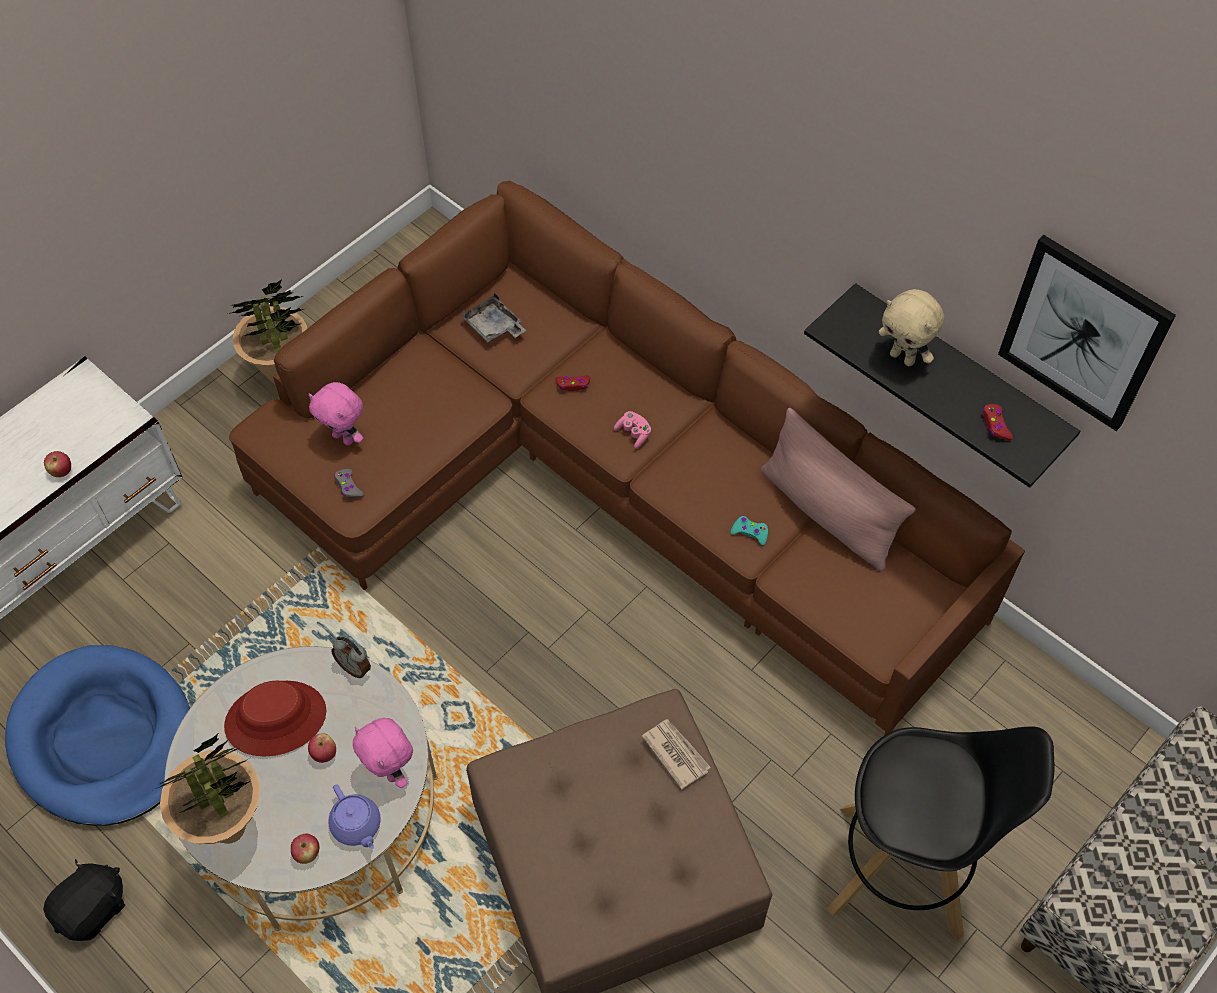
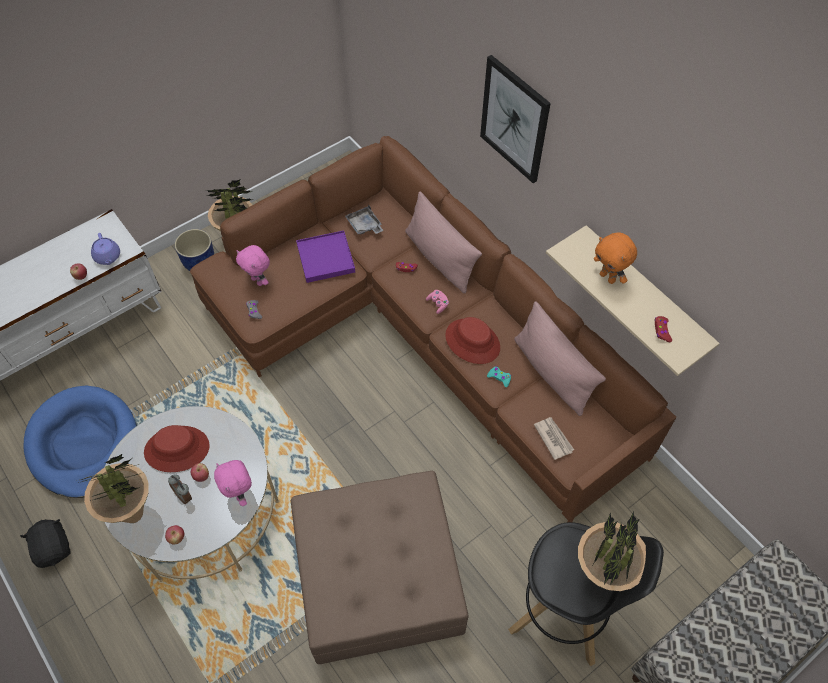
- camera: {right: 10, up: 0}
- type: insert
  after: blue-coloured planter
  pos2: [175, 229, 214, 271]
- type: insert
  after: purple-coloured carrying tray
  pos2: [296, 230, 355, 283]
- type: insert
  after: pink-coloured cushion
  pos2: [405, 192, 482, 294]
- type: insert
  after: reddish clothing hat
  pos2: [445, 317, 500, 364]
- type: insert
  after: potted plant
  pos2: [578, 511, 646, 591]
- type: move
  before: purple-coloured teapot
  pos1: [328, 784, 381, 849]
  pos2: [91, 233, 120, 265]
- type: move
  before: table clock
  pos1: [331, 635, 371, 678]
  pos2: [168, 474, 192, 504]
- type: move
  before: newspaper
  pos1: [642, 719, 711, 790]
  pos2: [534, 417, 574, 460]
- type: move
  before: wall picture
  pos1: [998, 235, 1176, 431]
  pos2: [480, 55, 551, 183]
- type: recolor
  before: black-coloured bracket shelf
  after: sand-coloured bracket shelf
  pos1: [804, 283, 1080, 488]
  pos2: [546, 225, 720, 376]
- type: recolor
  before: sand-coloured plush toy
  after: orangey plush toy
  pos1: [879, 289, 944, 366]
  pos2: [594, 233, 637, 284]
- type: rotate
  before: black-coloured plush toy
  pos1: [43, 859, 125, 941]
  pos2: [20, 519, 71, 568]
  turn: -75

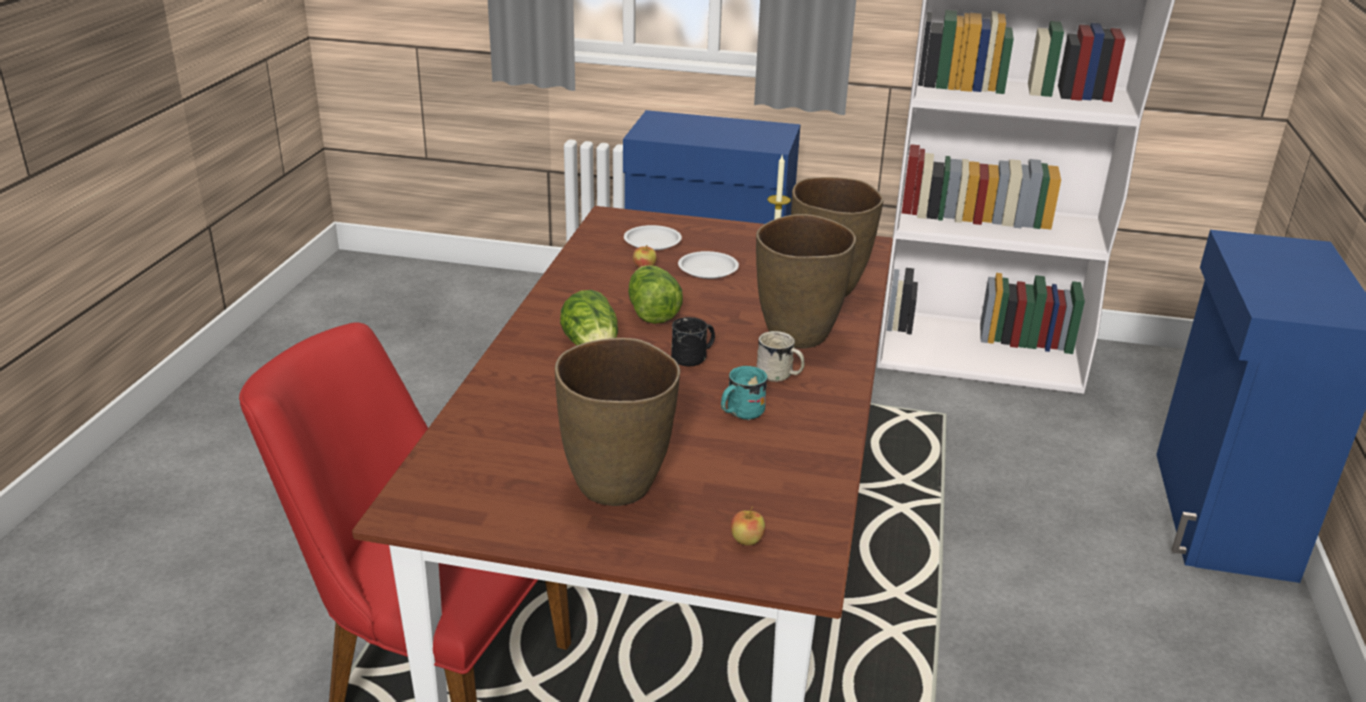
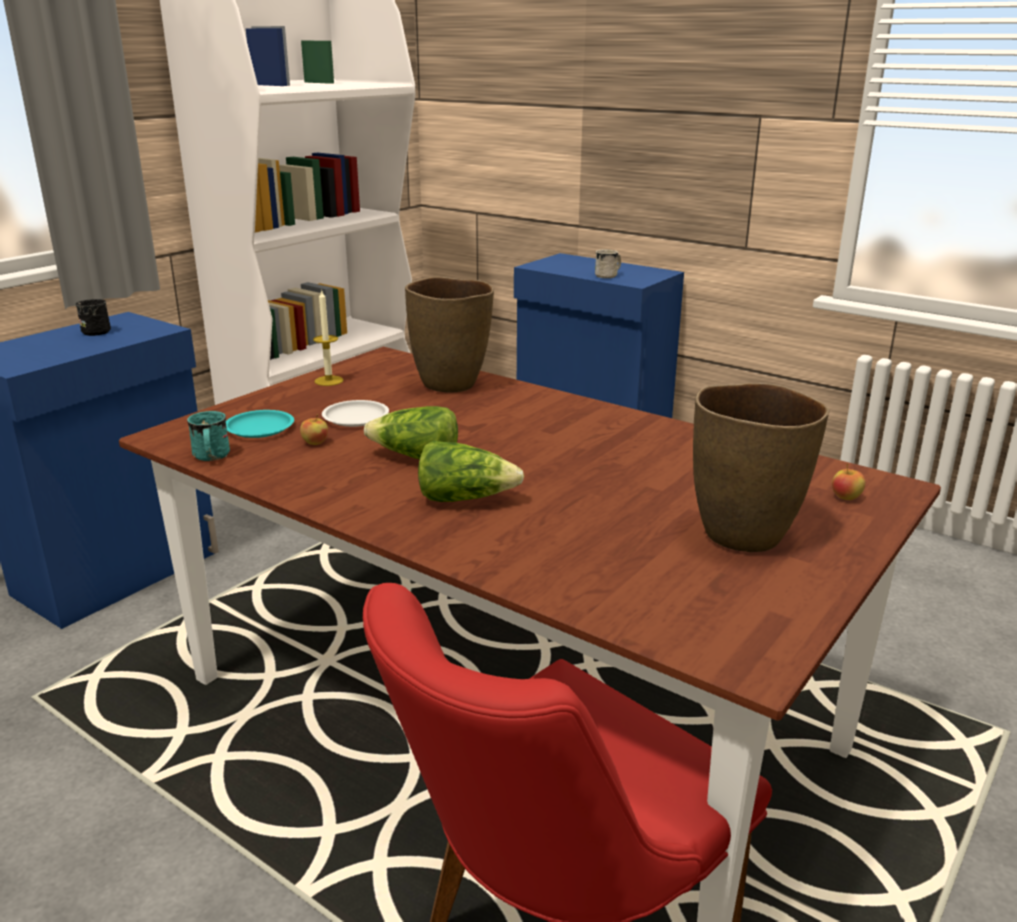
- camera: {right: -65, up: -5}
- type: delete
  before: brown-coloured flower vase
  pos1: [756, 214, 856, 349]
- type: move
  before: black-coloured tea mug
  pos1: [671, 317, 715, 366]
  pos2: [76, 299, 111, 336]
- type: move
  before: turquoise-coloured tea mug
  pos1: [721, 366, 768, 421]
  pos2: [187, 411, 230, 461]
- type: move
  before: white-coloured tea mug
  pos1: [757, 331, 805, 382]
  pos2: [595, 249, 621, 278]
- type: recolor
  before: white-coloured plate
  after: turquoise-coloured plate
  pos1: [624, 225, 682, 250]
  pos2: [226, 410, 294, 438]

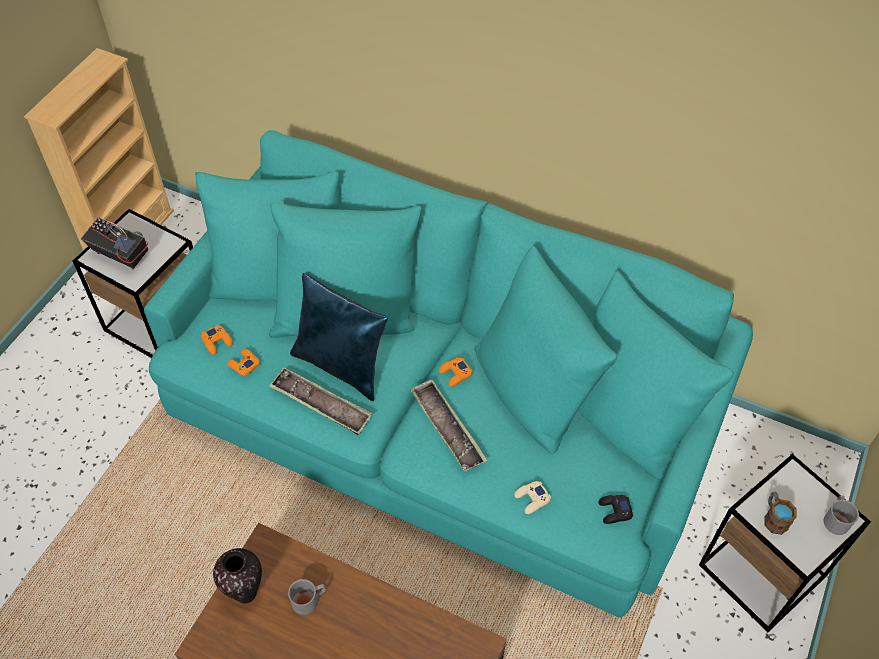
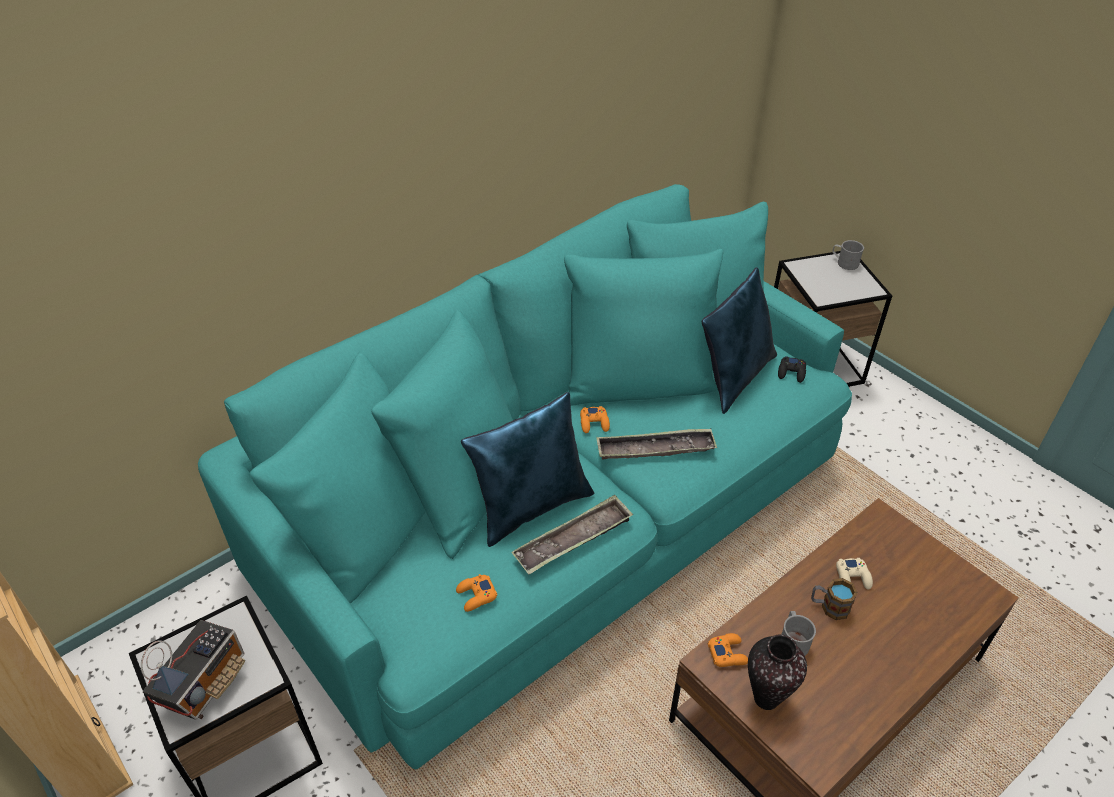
- camera: {right: -65, up: -10}
- type: insert
  after: blue-coloured cushion
  pos2: [702, 267, 777, 414]
- type: move
  before: orangey gamepad
  pos1: [201, 325, 233, 355]
  pos2: [708, 633, 748, 667]
- type: move
  before: sand-coloured gamepad
  pos1: [514, 481, 551, 514]
  pos2: [836, 558, 873, 590]
- type: move
  before: tea mug
  pos1: [764, 491, 797, 535]
  pos2: [811, 578, 858, 620]
- type: rotate
  before: radio set
  pos1: [81, 217, 148, 269]
  pos2: [141, 620, 245, 720]
  turn: 150

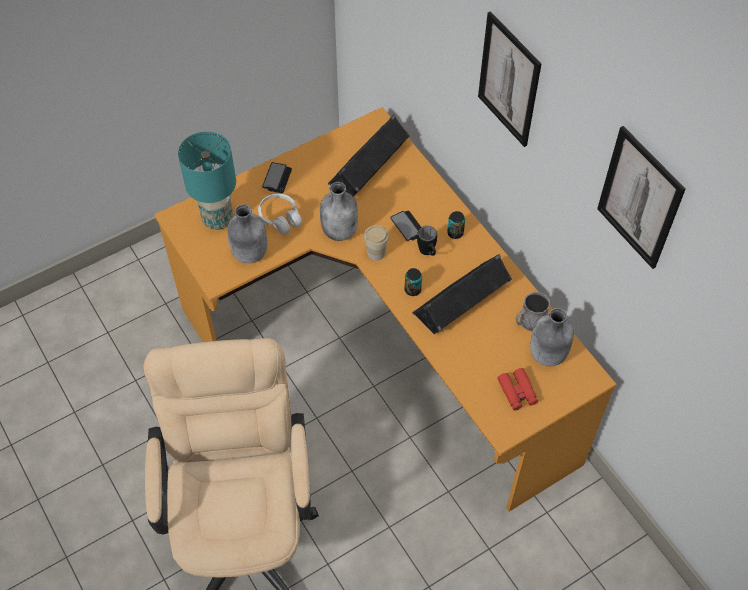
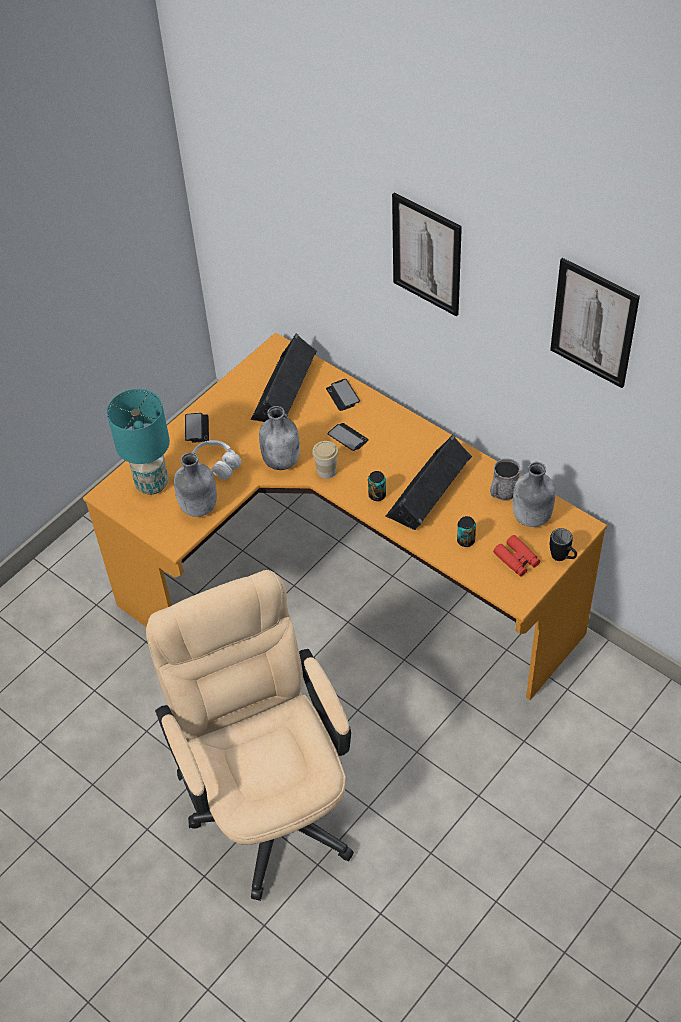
- camera: {right: -15, up: -5}
- type: insert
  after: telephone
  pos2: [326, 379, 360, 411]
- type: move
  before: black-coloured tea mug
  pos1: [417, 226, 437, 256]
  pos2: [550, 528, 577, 561]
- type: move
  before: metal can
  pos1: [447, 211, 465, 239]
  pos2: [457, 516, 476, 547]

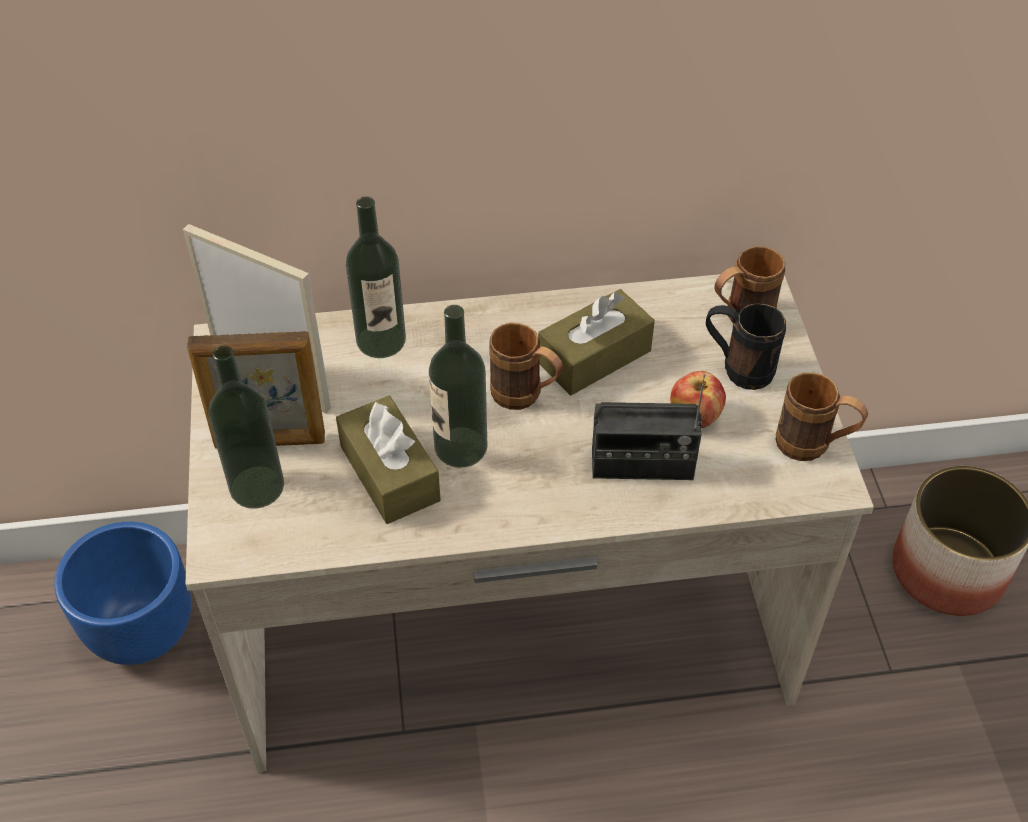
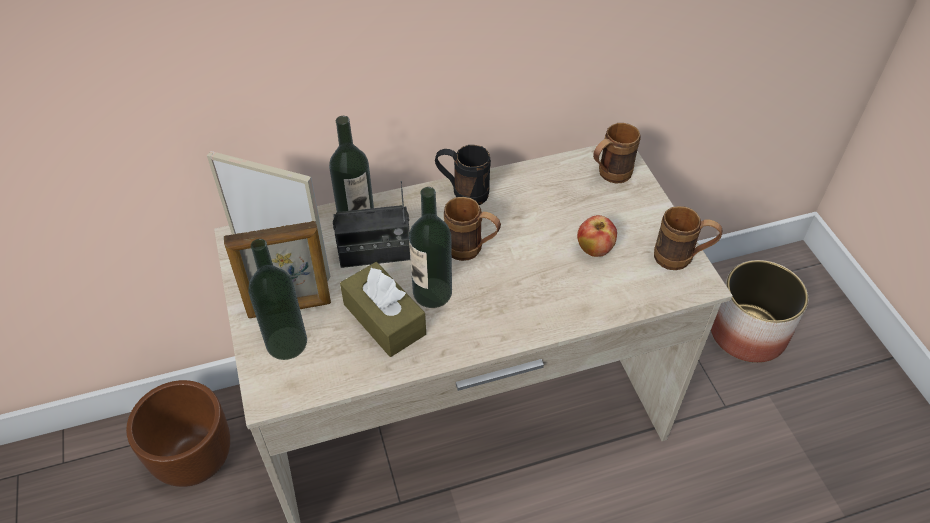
- camera: {right: -10, up: 0}
- type: delete
  before: brown-coloured tissue box
  pos1: [538, 289, 655, 395]
- type: move
  before: radio set
  pos1: [592, 374, 705, 480]
  pos2: [333, 181, 410, 268]
- type: move
  before: black-coloured tea mug
  pos1: [706, 303, 786, 390]
  pos2: [435, 145, 491, 205]
- type: recolor
  before: blue-coloured planter
  after: brown-coloured planter
  pos1: [54, 522, 191, 665]
  pos2: [126, 380, 230, 487]

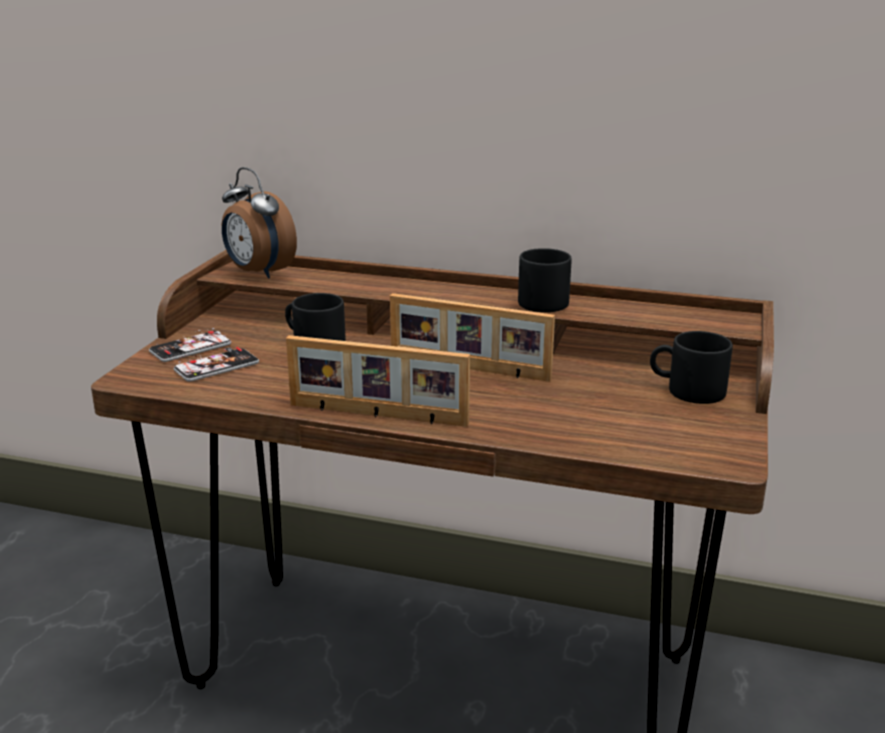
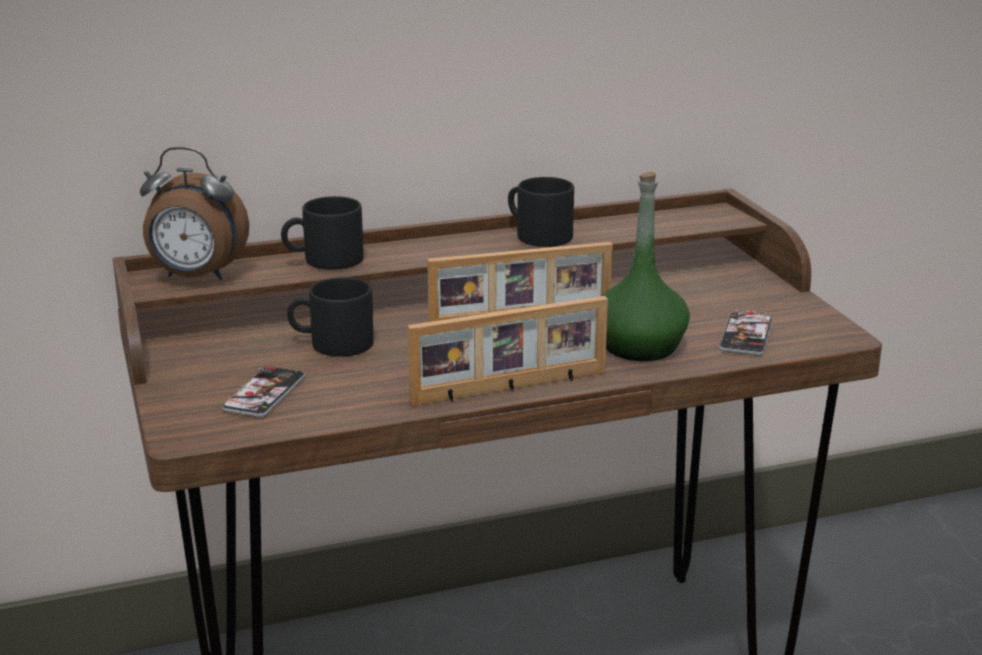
- camera: {right: -35, up: 0}
- type: insert
  after: greenish beverage bottle
  pos2: [602, 172, 690, 361]
- type: move
  before: telephone
  pos1: [149, 328, 231, 362]
  pos2: [719, 309, 773, 356]
- type: move
  before: black-coloured tea mug
  pos1: [650, 331, 733, 404]
  pos2: [281, 196, 364, 270]

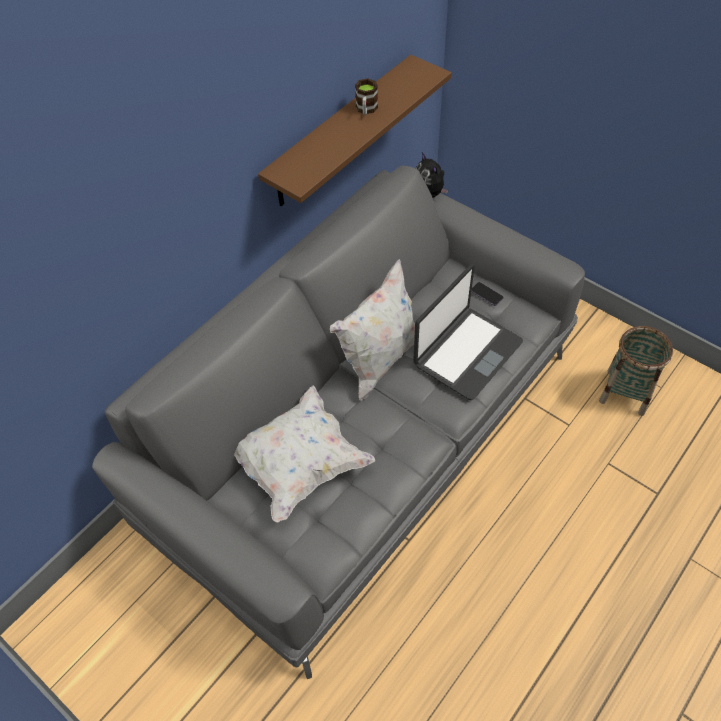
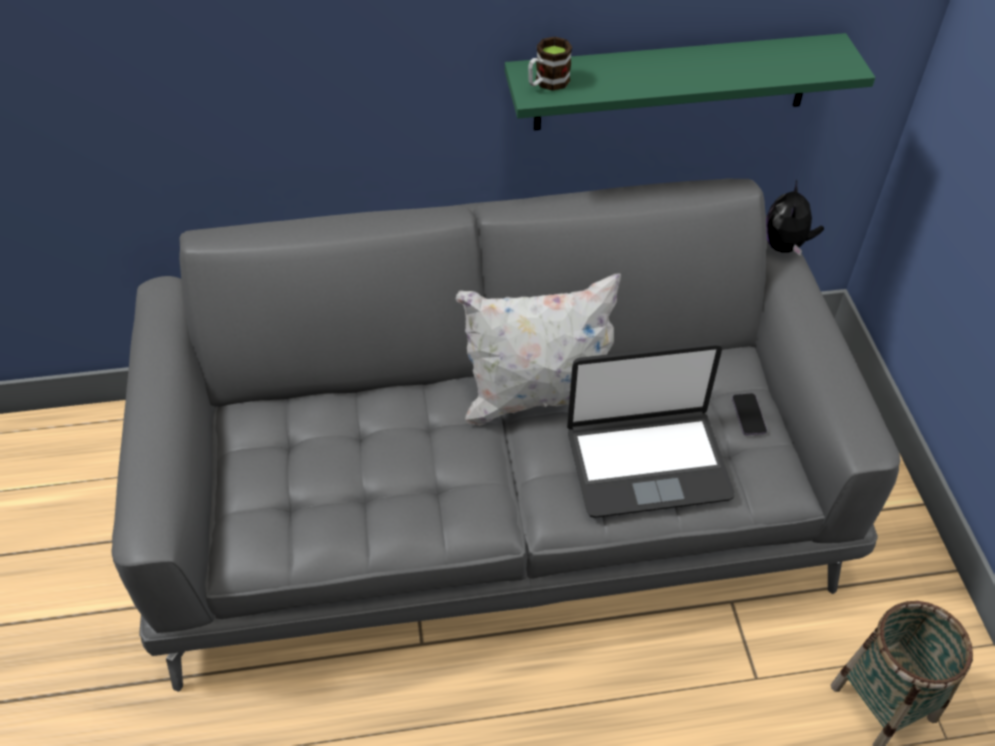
- camera: {right: 40, up: -5}
- type: delete
  before: white-coloured cushion
  pos1: [234, 386, 375, 522]
- type: move
  before: tea mug
  pos1: [355, 78, 378, 115]
  pos2: [528, 37, 572, 91]
- type: recolor
  before: brown-coloured bracket shelf
  after: greenish bracket shelf
  pos1: [258, 55, 451, 206]
  pos2: [505, 33, 875, 130]

